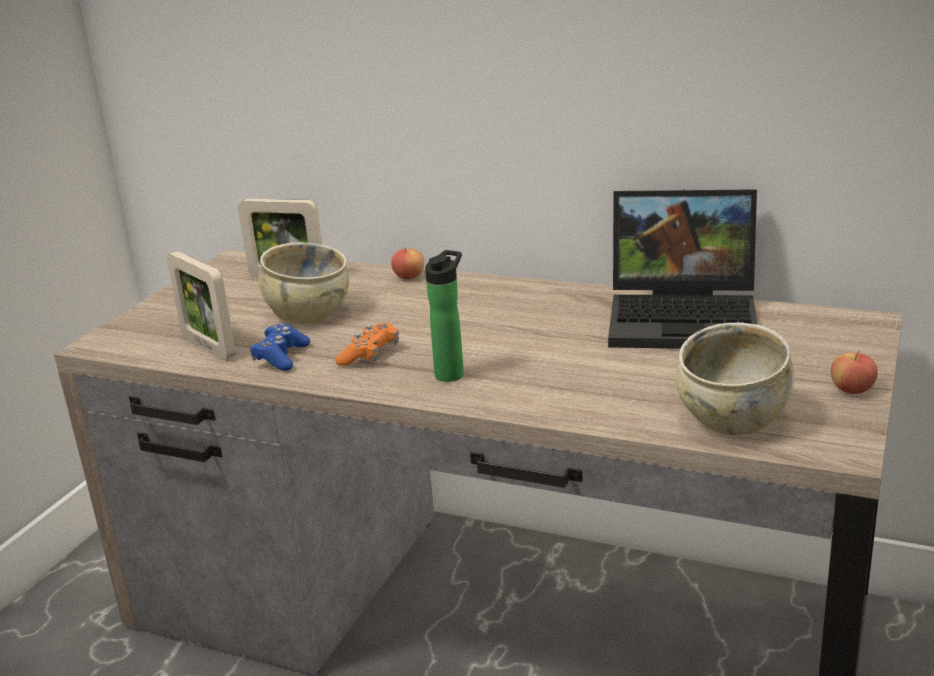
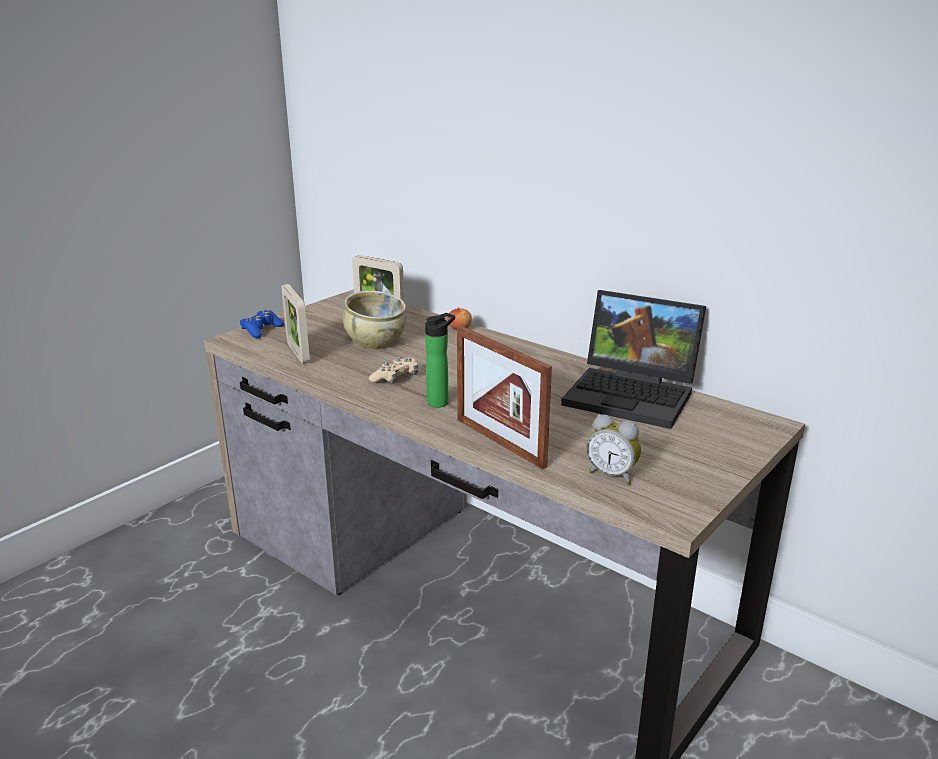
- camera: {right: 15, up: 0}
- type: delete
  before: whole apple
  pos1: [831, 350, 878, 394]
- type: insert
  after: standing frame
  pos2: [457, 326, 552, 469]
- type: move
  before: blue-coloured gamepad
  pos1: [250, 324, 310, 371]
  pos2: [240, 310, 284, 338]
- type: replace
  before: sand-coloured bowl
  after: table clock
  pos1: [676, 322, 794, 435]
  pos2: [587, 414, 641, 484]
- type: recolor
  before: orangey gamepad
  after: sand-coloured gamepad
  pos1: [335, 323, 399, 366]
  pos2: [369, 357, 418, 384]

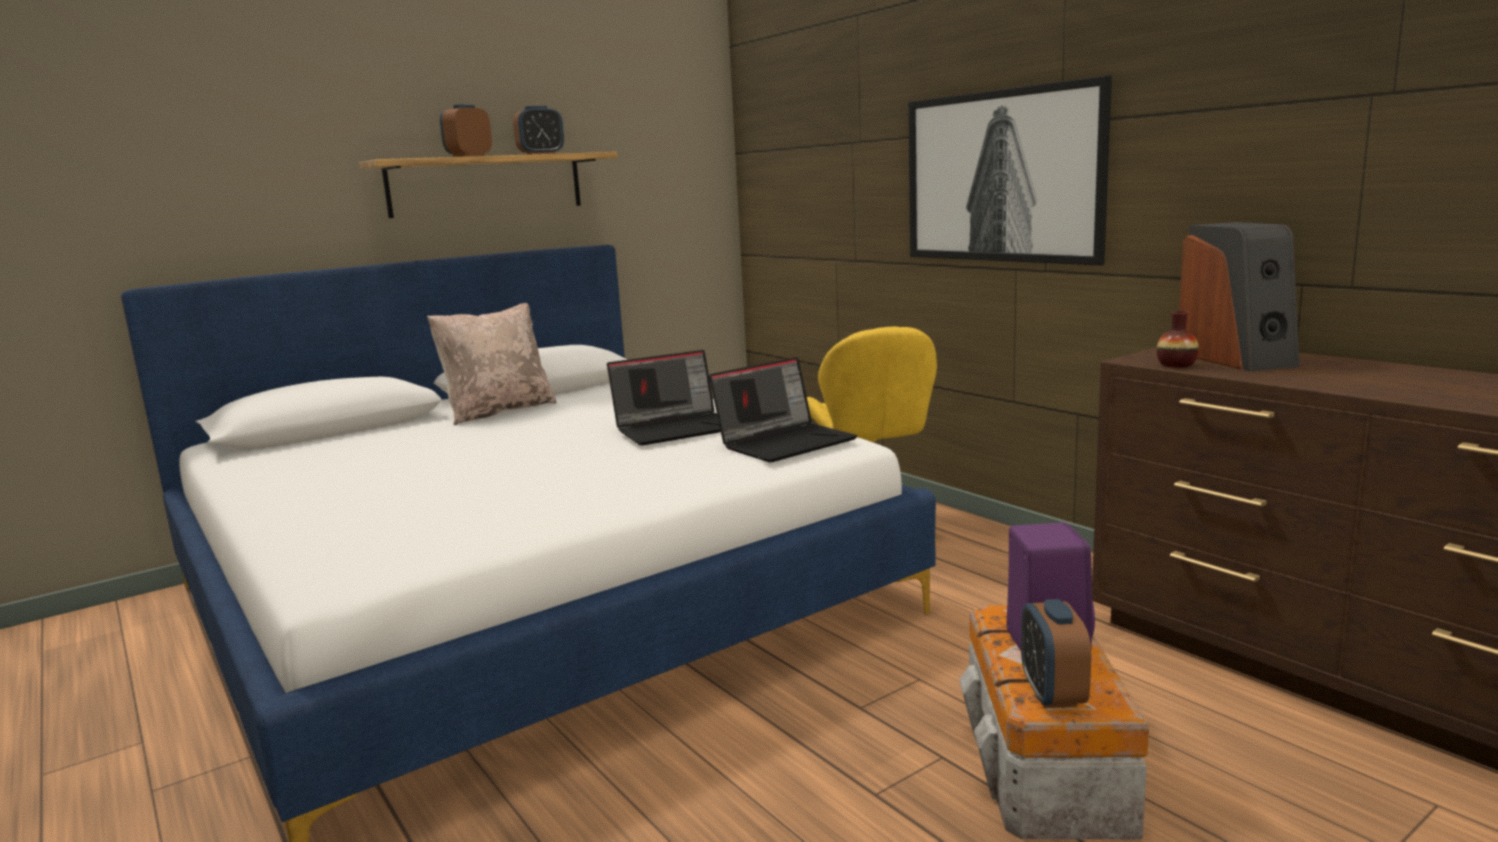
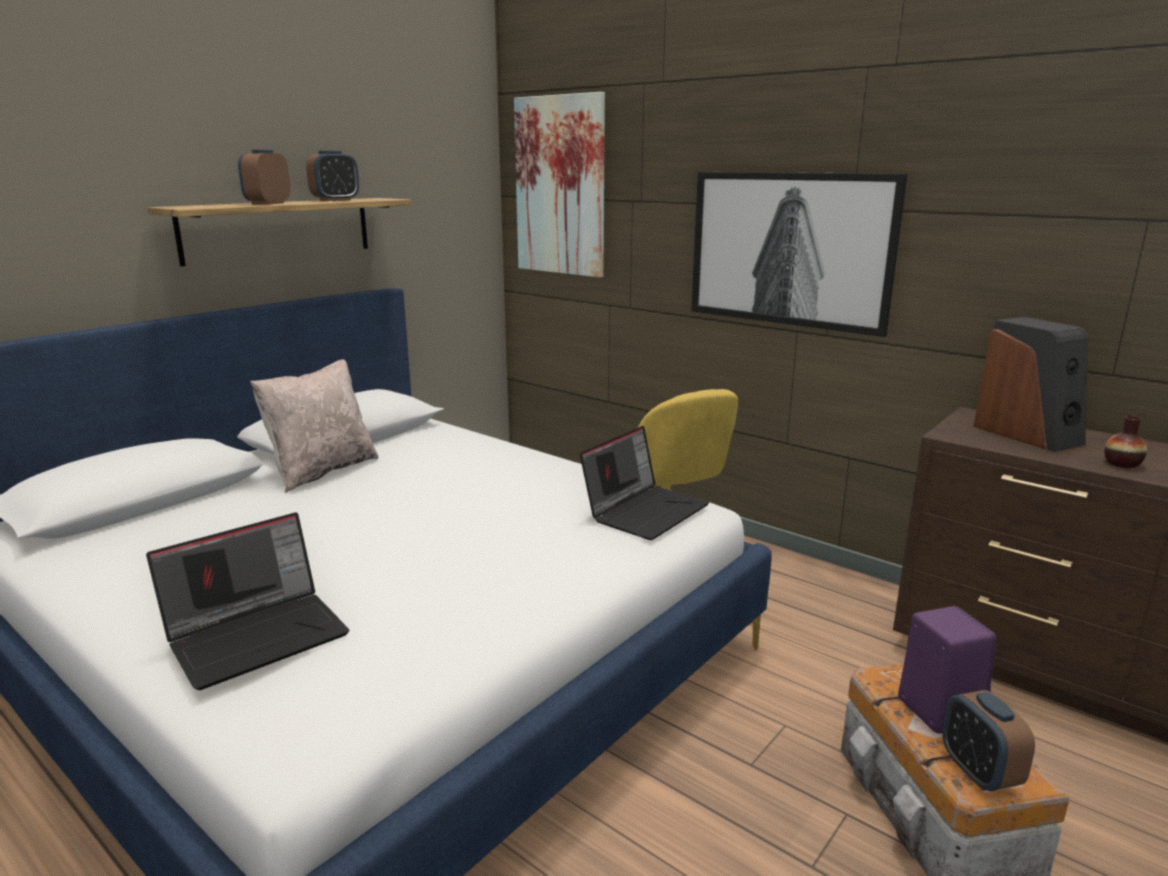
- camera: {right: -15, up: 5}
- type: insert
  after: wall picture
  pos2: [514, 92, 605, 277]
- type: move
  before: notebook computer
  pos1: [607, 350, 721, 446]
  pos2: [146, 512, 349, 690]
- type: move
  before: flower vase
  pos1: [1157, 311, 1199, 368]
  pos2: [1104, 416, 1147, 468]

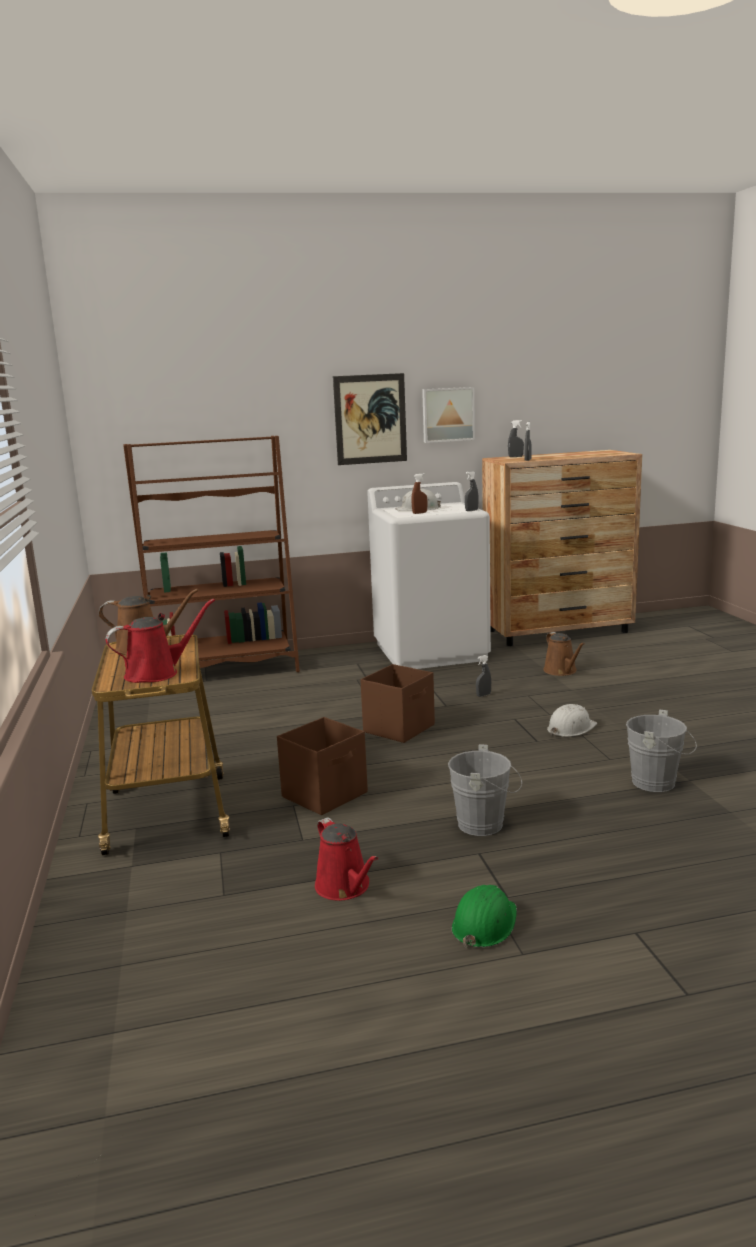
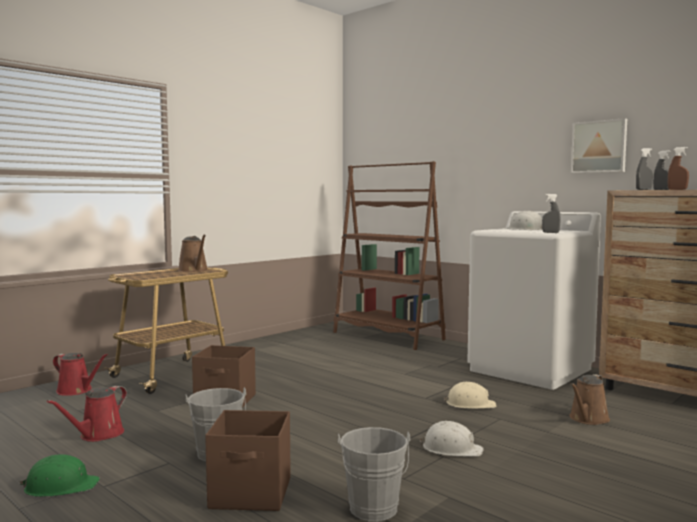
- camera: {right: 55, up: -10}
- type: delete
  before: wall picture
  pos1: [333, 373, 407, 465]
- type: move
  before: reddish watering pot
  pos1: [106, 599, 215, 683]
  pos2: [53, 353, 108, 396]
- type: move
  before: brown-coloured storage bin
  pos1: [360, 664, 435, 743]
  pos2: [205, 410, 291, 511]
- type: move
  before: brown-coloured sprayer
  pos1: [412, 473, 428, 514]
  pos2: [668, 147, 689, 190]
- type: replace
  before: greyish sprayer
  after: sand-coloured work helmet
  pos1: [476, 655, 491, 697]
  pos2: [443, 382, 496, 409]

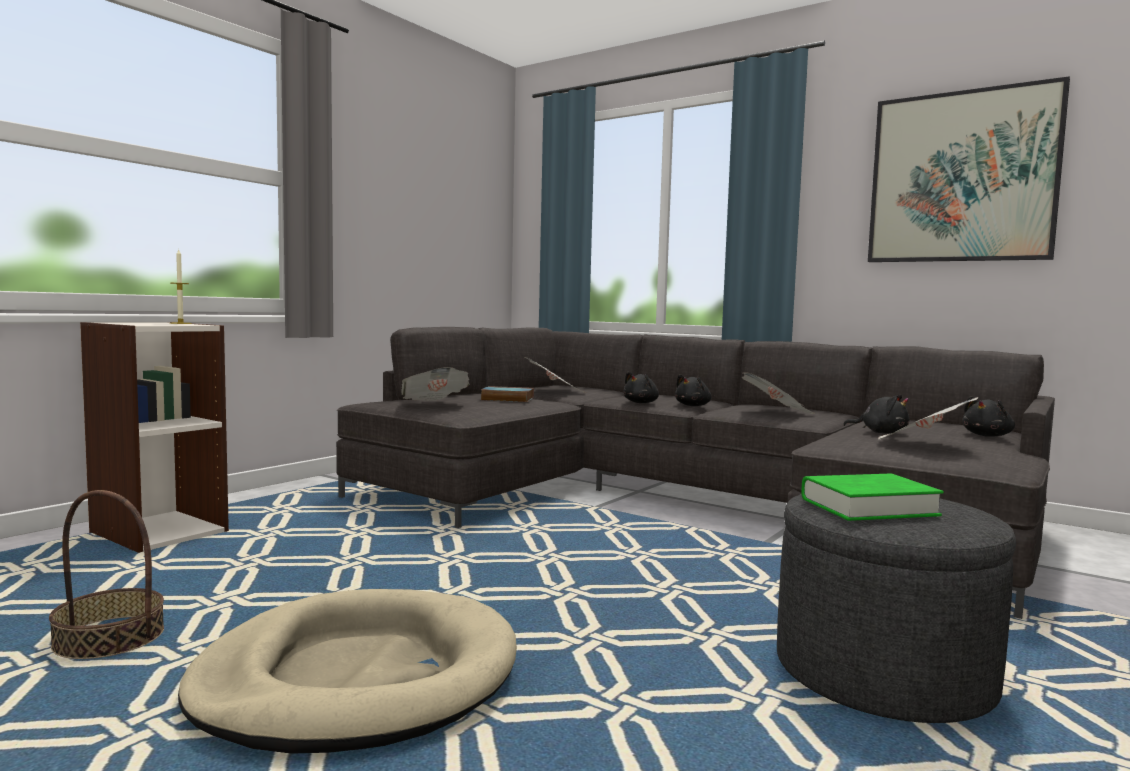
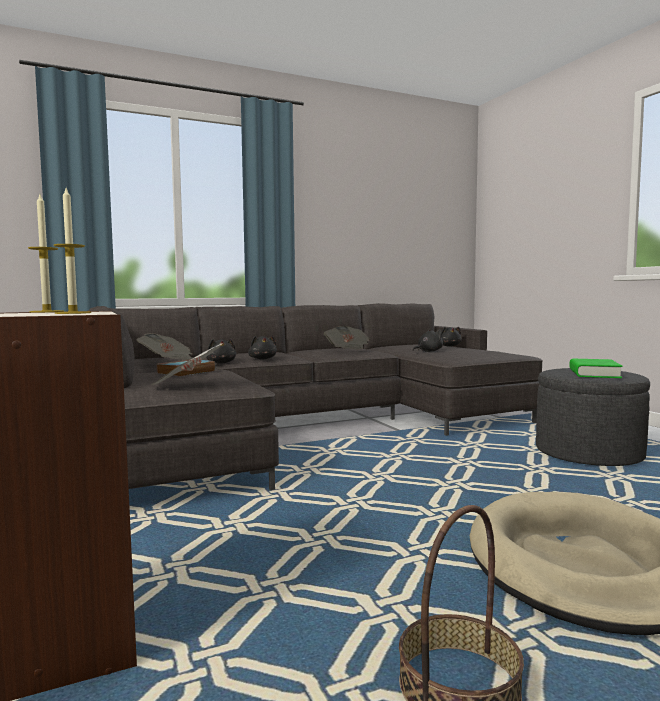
- camera: {right: -60, up: 0}
- type: delete
  before: wall picture
  pos1: [868, 76, 1070, 262]
- type: delete
  before: newspaper
  pos1: [878, 397, 979, 440]
- type: insert
  after: candle
  pos2: [54, 188, 91, 314]
- type: move
  before: black-coloured plush toy
  pos1: [675, 374, 712, 406]
  pos2: [206, 339, 236, 364]

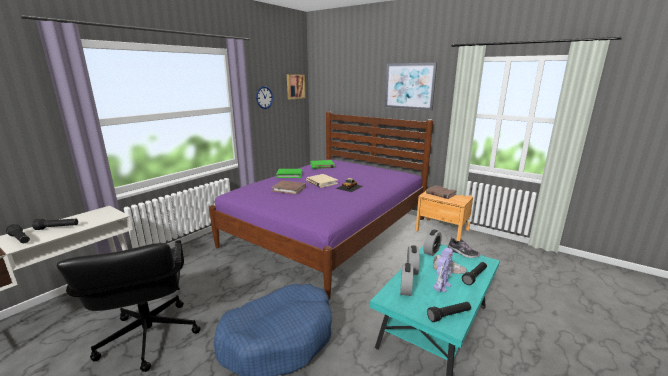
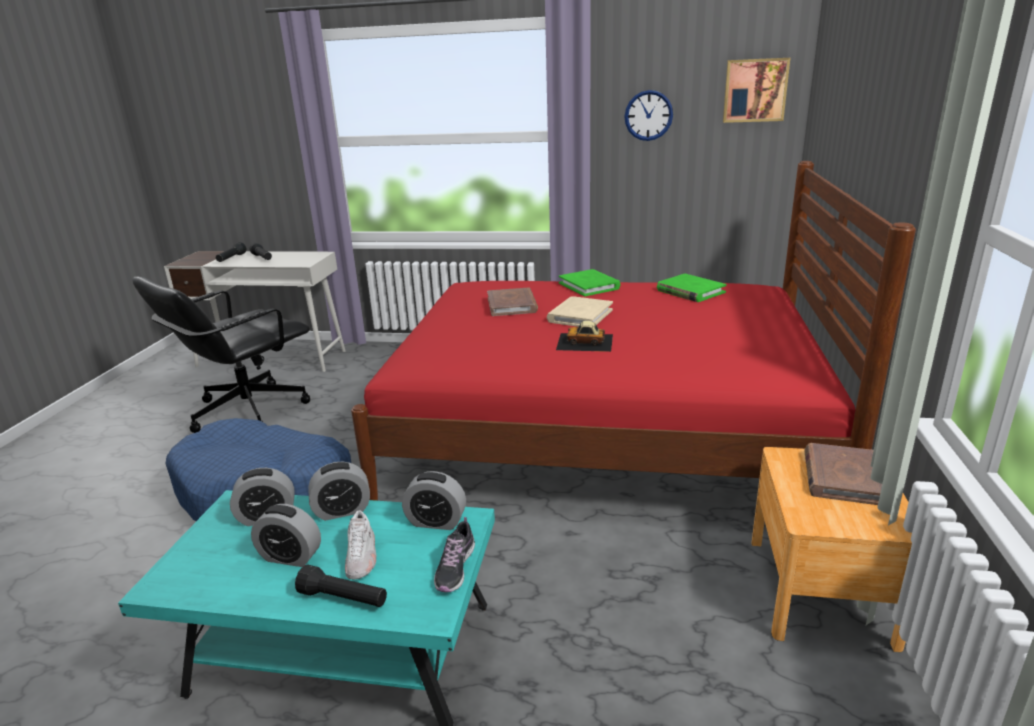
- camera: {right: 65, up: 5}
- type: delete
  before: wall picture
  pos1: [385, 63, 437, 110]
- type: delete
  before: black-coloured hand torch
  pos1: [427, 302, 471, 322]
- type: replace
  before: robot figure
  after: table clock
  pos1: [433, 248, 453, 292]
  pos2: [251, 504, 321, 567]
- type: recolor
  before: purple-coloured bedroom bed
  after: reddish bedroom bed
  pos1: [209, 111, 433, 300]
  pos2: [351, 161, 916, 501]

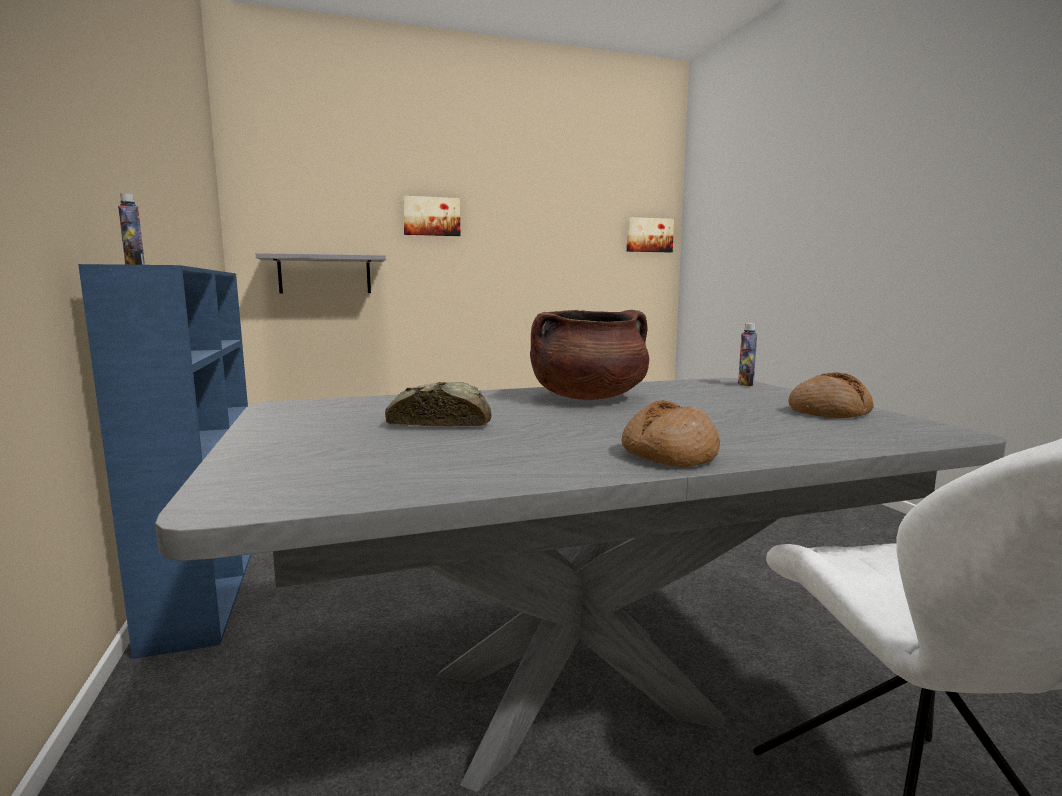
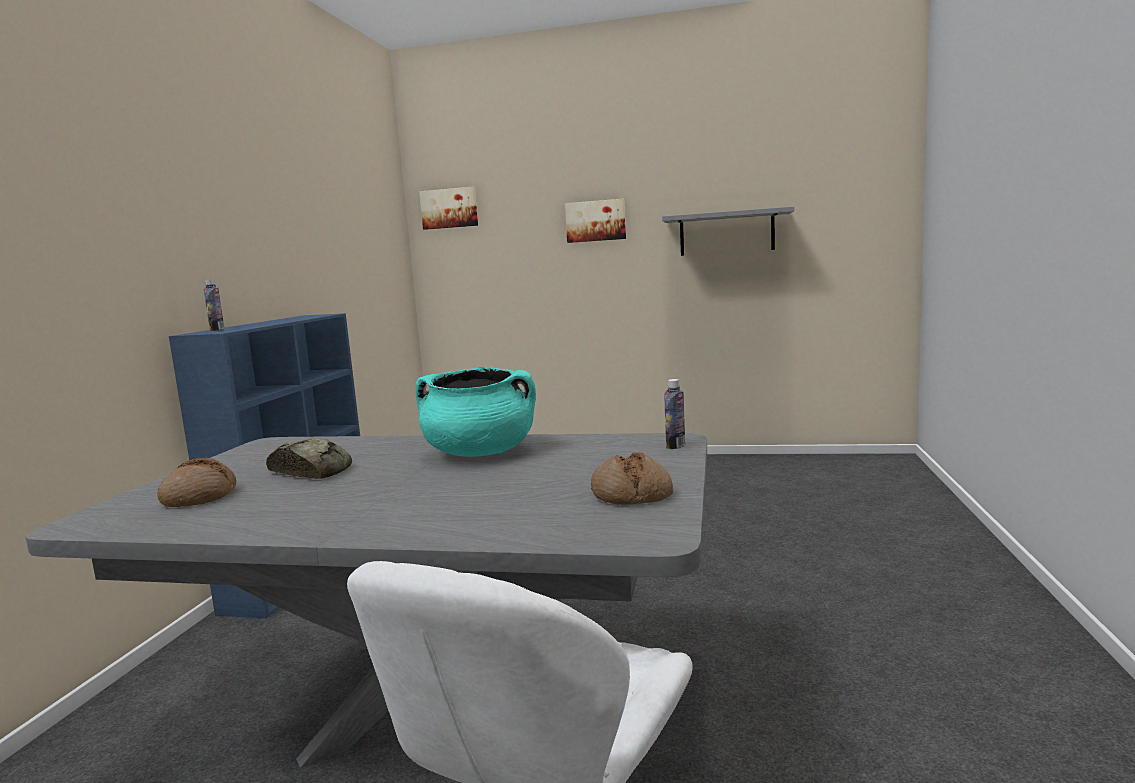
- camera: {right: 30, up: 0}
- type: move
  before: greyish bracket shelf
  pos1: [256, 253, 386, 294]
  pos2: [662, 206, 794, 256]
- type: move
  before: baked bread
  pos1: [622, 400, 720, 467]
  pos2: [157, 458, 237, 507]
- type: move
  before: wall picture
  pos1: [626, 217, 674, 252]
  pos2: [419, 187, 478, 230]
- type: recolor
  before: brown-coloured stockpot
  after: turquoise-coloured stockpot
  pos1: [530, 310, 649, 400]
  pos2: [415, 367, 536, 457]

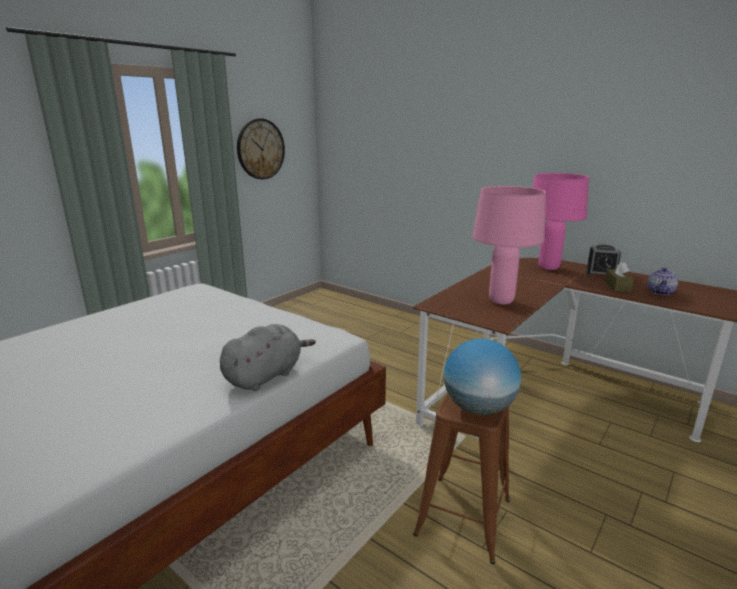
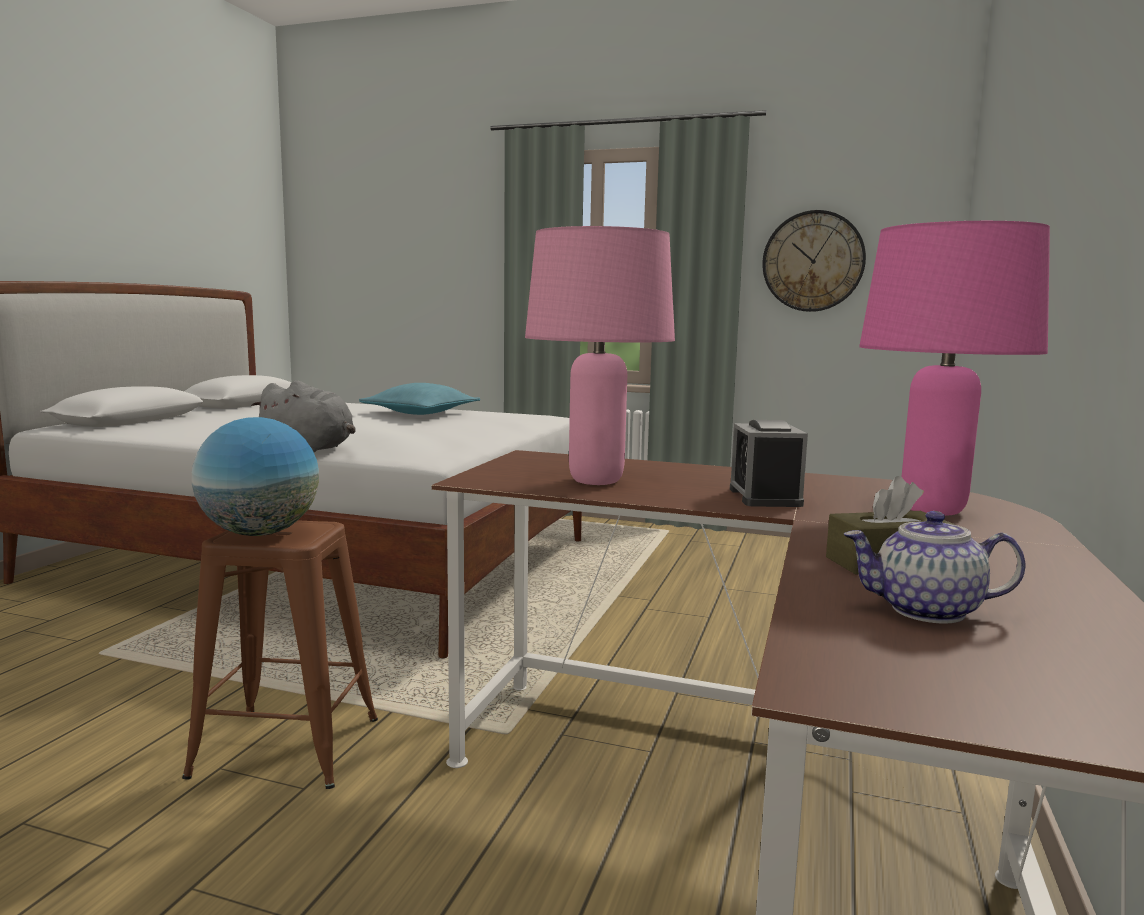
- camera: {right: 70, up: -10}
- type: insert
  after: turquoise-coloured cushion
  pos2: [359, 383, 480, 415]
- type: move
  before: table clock
  pos1: [585, 245, 621, 276]
  pos2: [730, 420, 808, 507]

